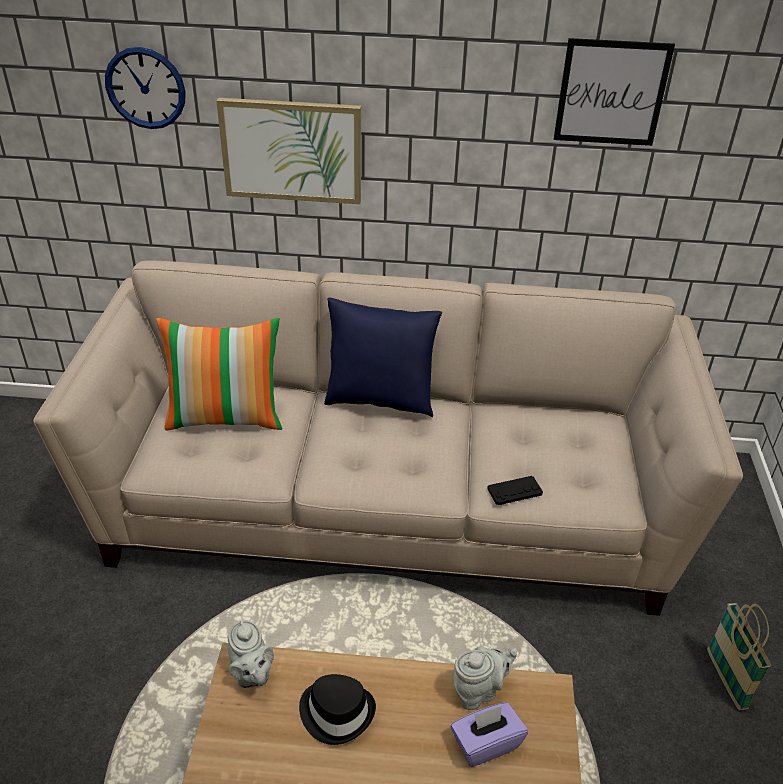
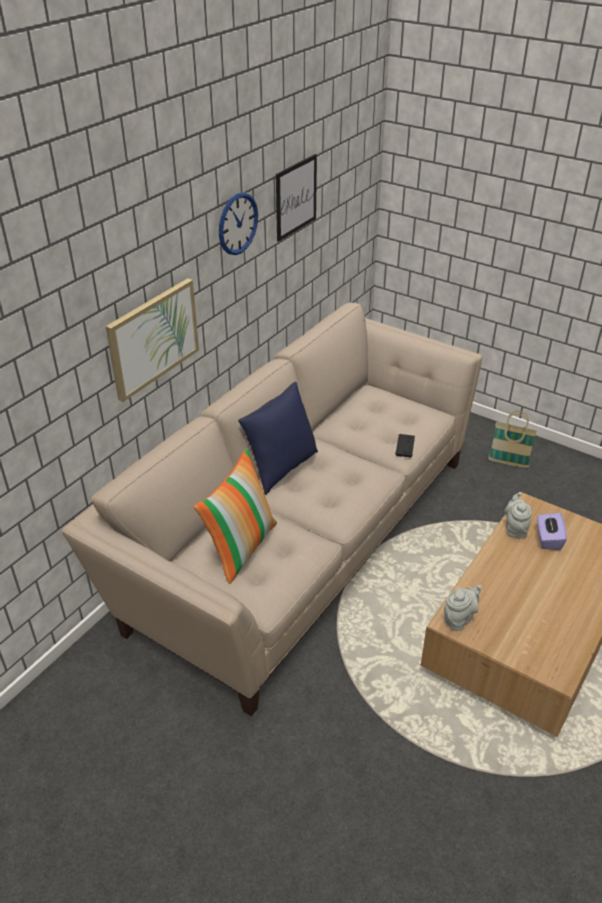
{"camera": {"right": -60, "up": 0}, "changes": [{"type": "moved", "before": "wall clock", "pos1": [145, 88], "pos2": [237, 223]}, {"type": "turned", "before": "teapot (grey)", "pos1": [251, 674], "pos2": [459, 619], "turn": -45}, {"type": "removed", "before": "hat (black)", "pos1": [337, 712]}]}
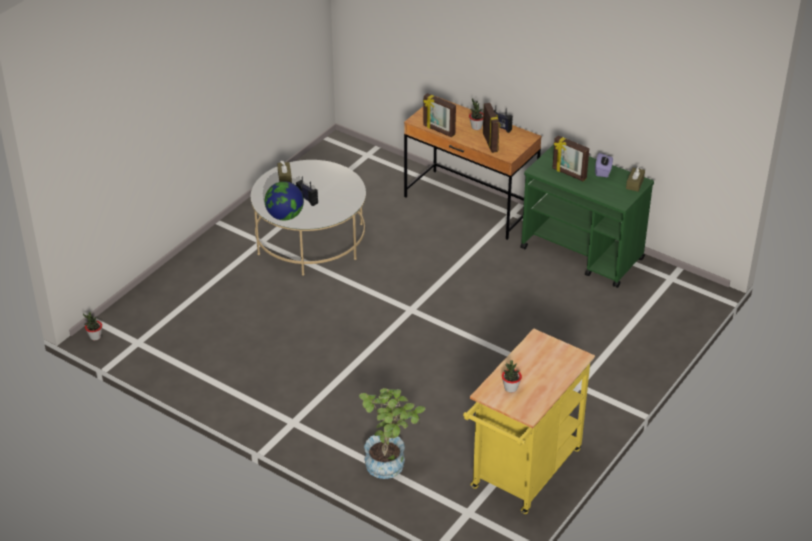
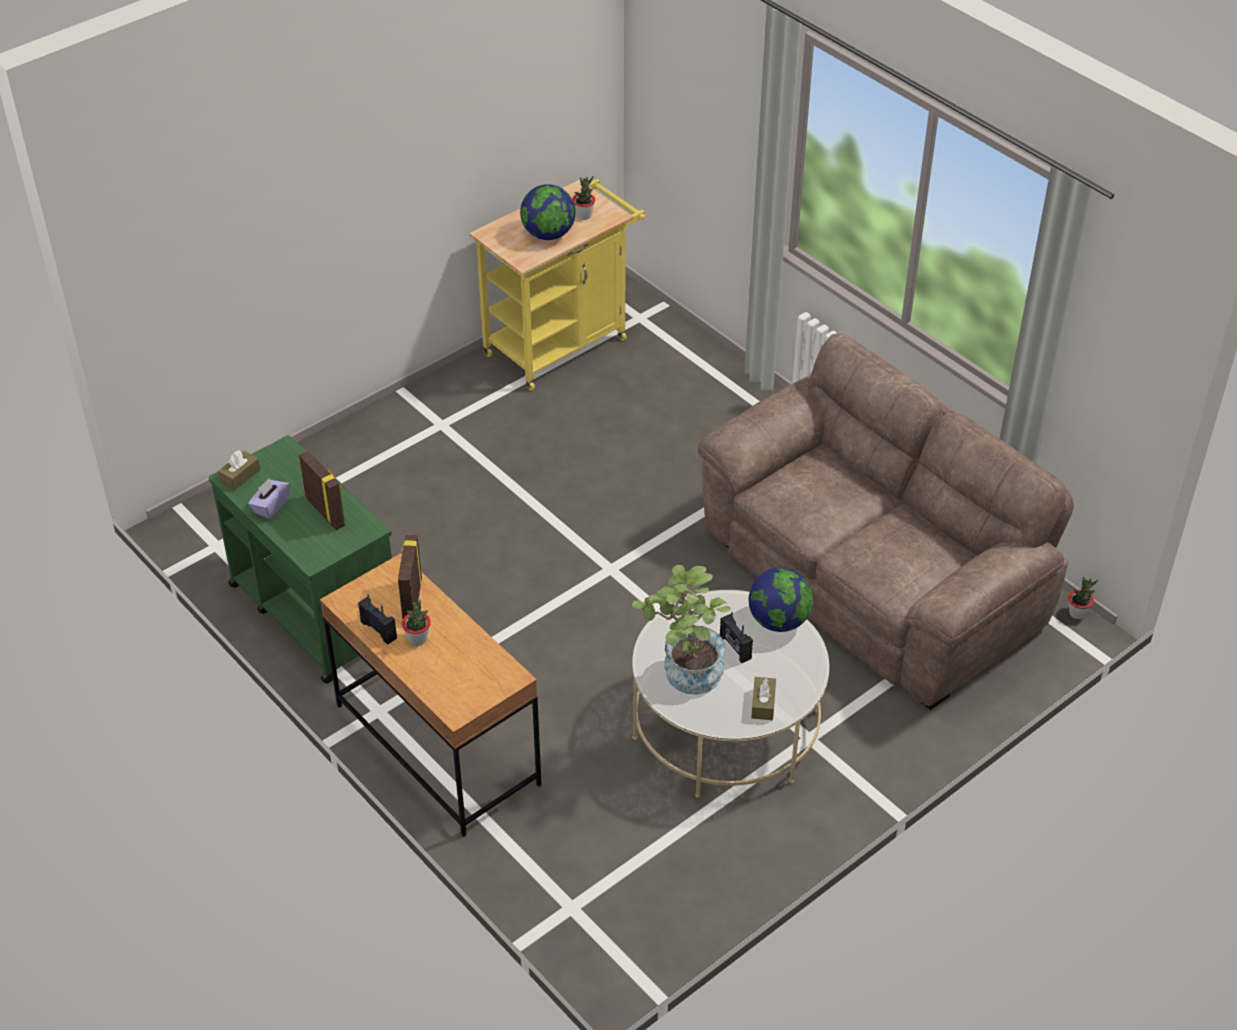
{"camera": {"right": -165, "up": 5}, "changes": [{"type": "moved", "before": "potted plant", "pos1": [390, 462], "pos2": [684, 675]}, {"type": "removed", "before": "picture frame", "pos1": [438, 130]}, {"type": "added", "after": "globe", "pos2": [548, 234]}, {"type": "added", "after": "sofa (brown)", "pos2": [874, 577]}]}
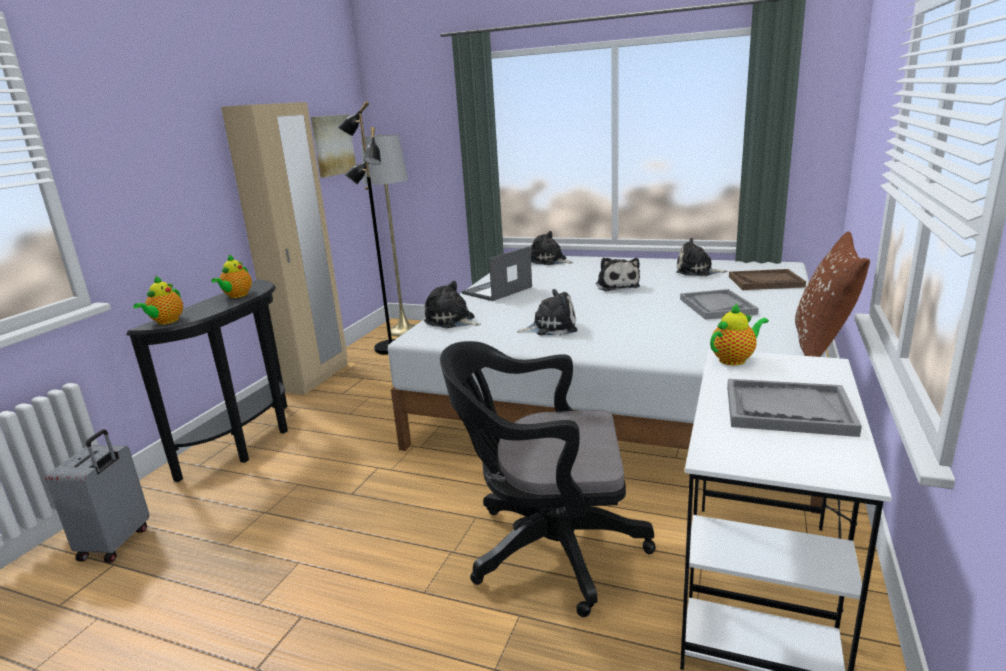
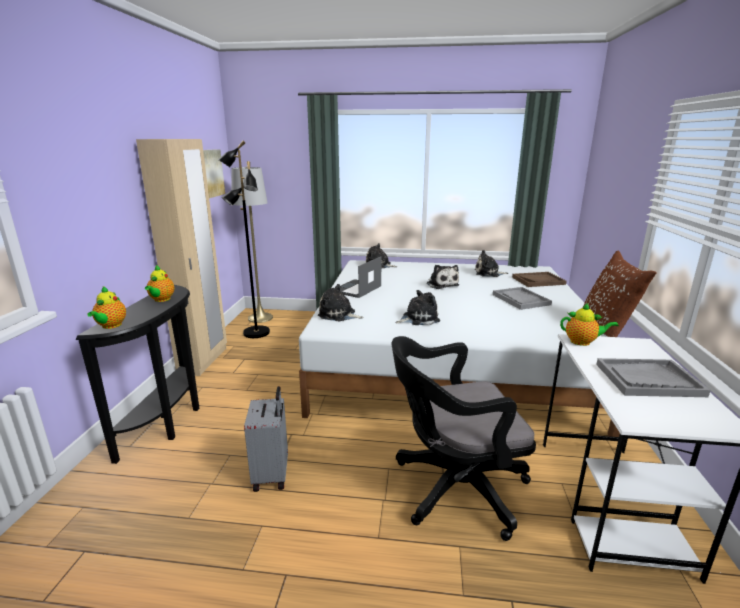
{"camera": {"right": -15, "up": 0}, "changes": [{"type": "moved", "before": "suitcase (grey)", "pos1": [116, 543], "pos2": [272, 475]}, {"type": "turned", "before": "teapot", "pos1": [734, 359], "pos2": [582, 342], "turn": 60}]}
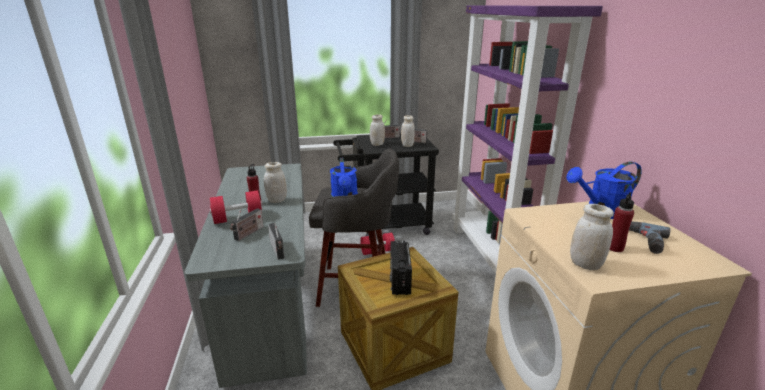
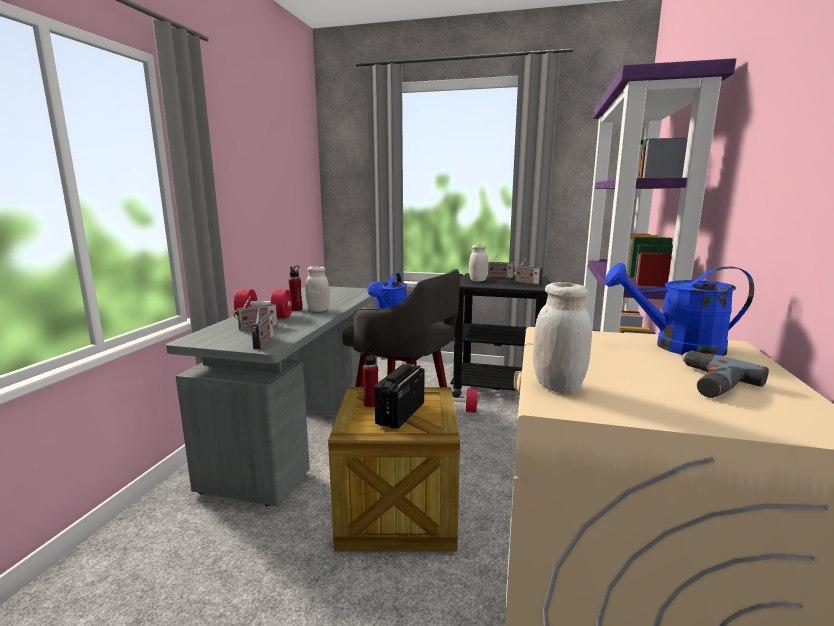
{"camera": {"right": 25, "up": -10}, "changes": [{"type": "removed", "before": "jar (white)", "pos1": [407, 145]}, {"type": "moved", "before": "bottle (red)", "pos1": [614, 248], "pos2": [371, 404]}]}
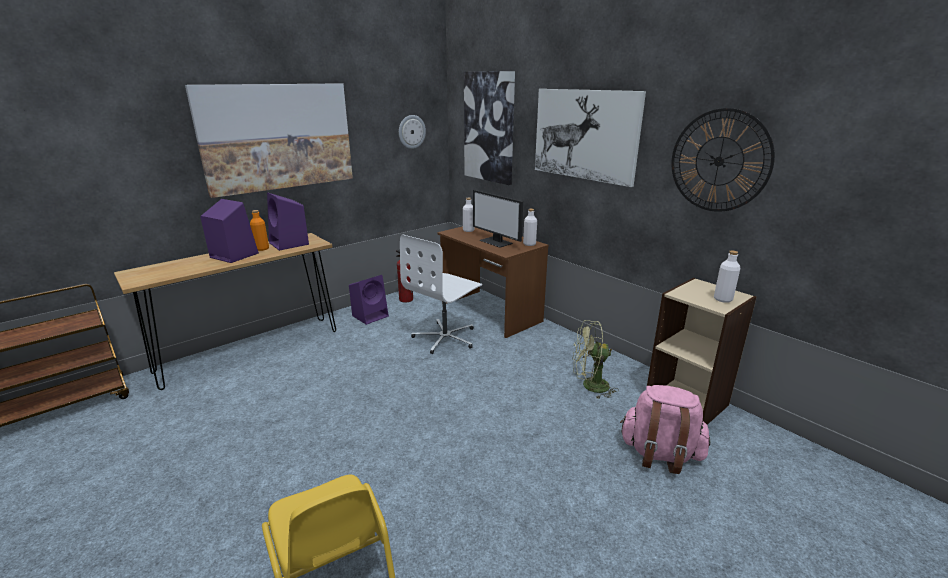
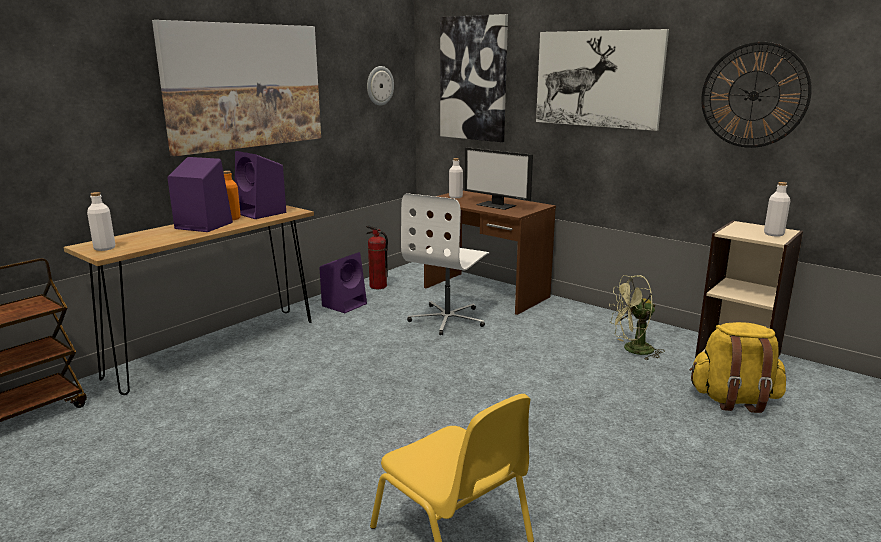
{"camera": {"right": -10, "up": -5}, "changes": [{"type": "moved", "before": "bottle (white)", "pos1": [529, 244], "pos2": [104, 248]}, {"type": "recoloured", "before": "backpack (pink)", "after": "backpack (yellow)", "pos1": [660, 454], "pos2": [734, 400]}]}
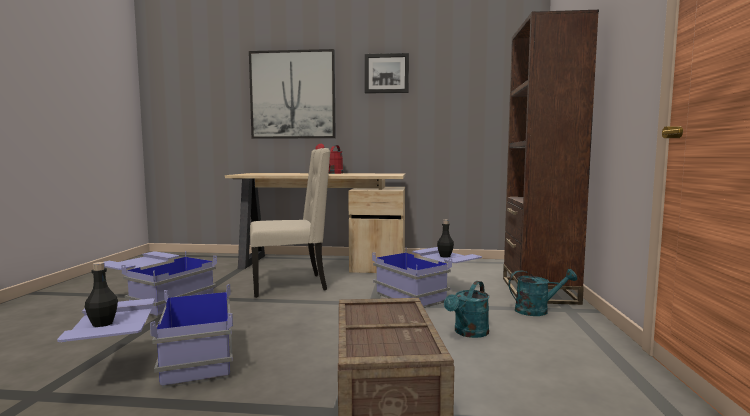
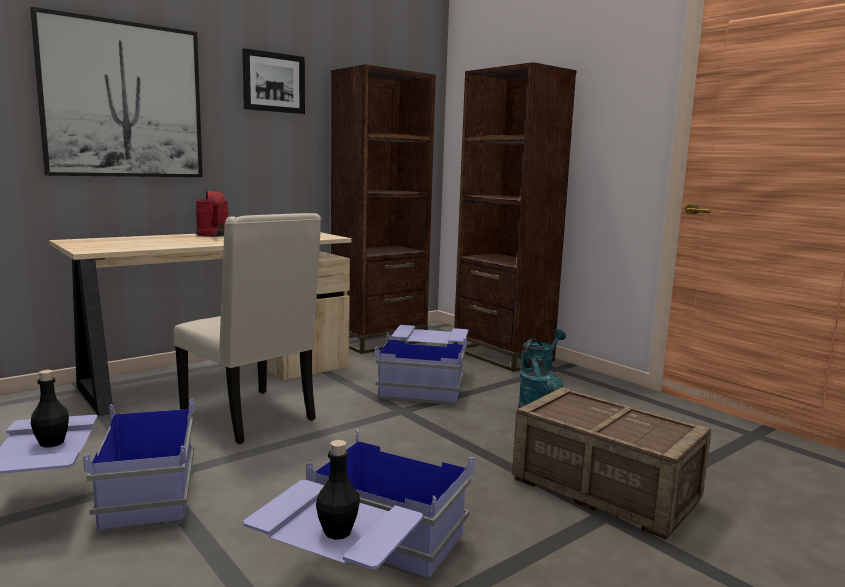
{"camera": {"right": -45, "up": 5}, "changes": [{"type": "turned", "before": "chair (beige)", "pos1": [290, 285], "pos2": [252, 417], "turn": 105}, {"type": "moved", "before": "bottle (black)", "pos1": [445, 256], "pos2": [52, 443]}, {"type": "added", "after": "bookcase (brown)", "pos2": [379, 340]}]}
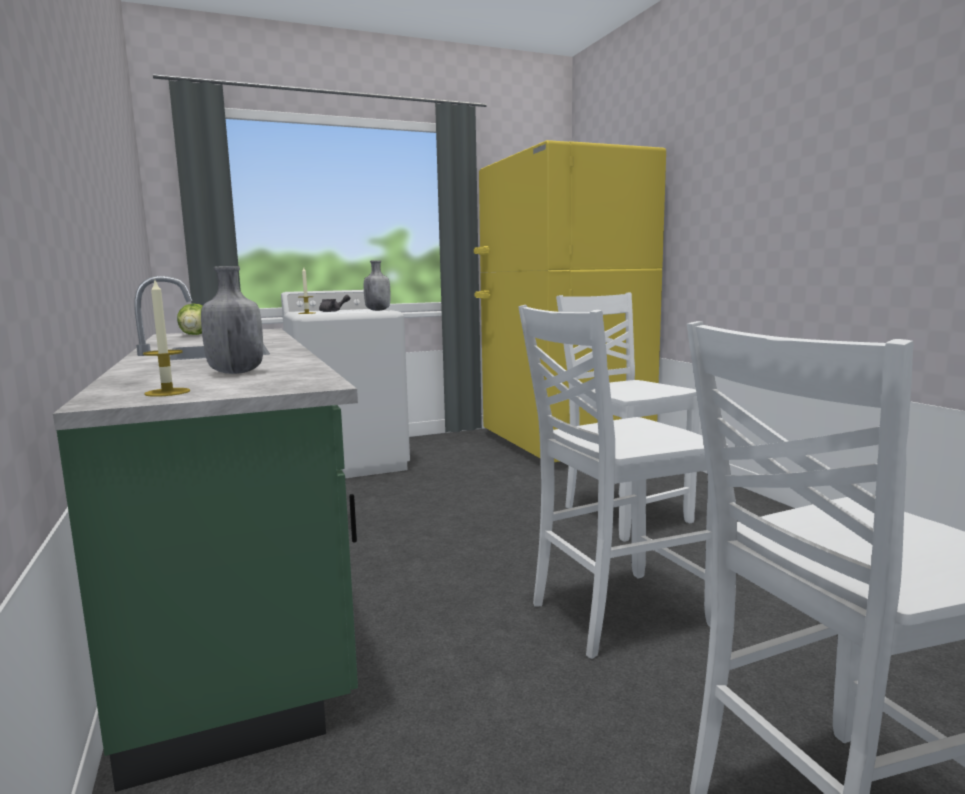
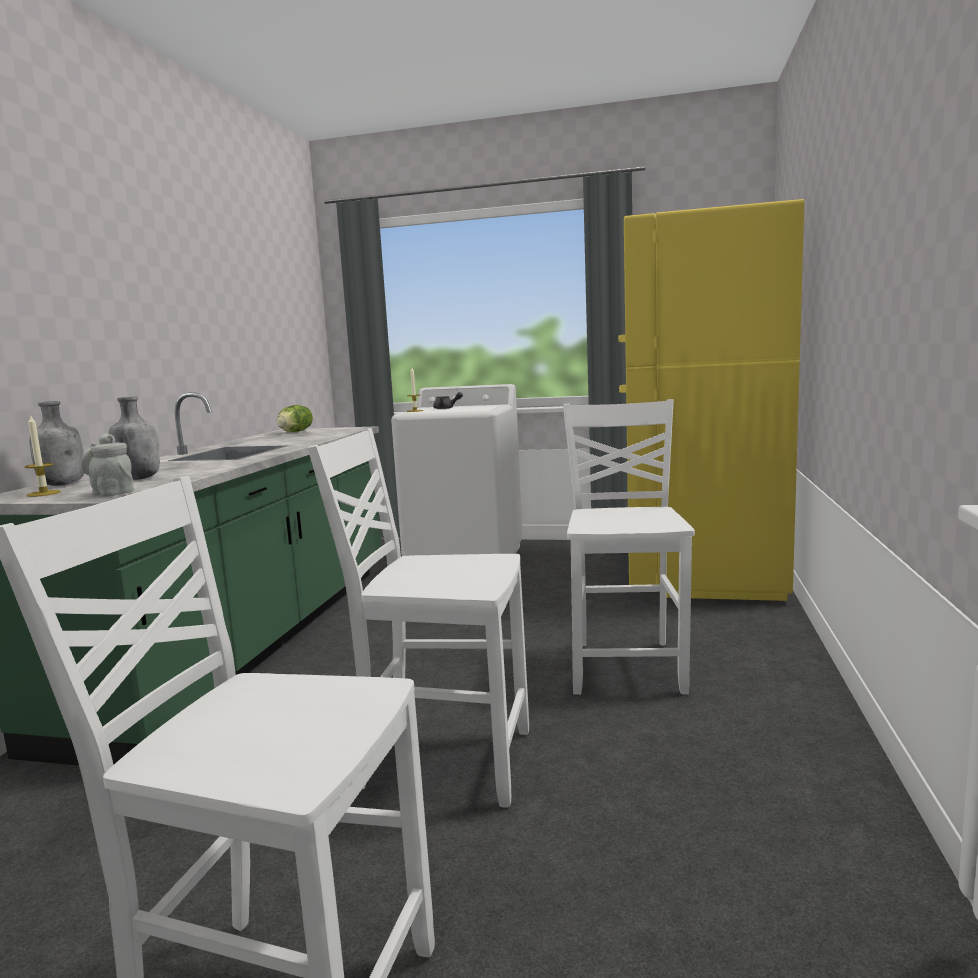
{"camera": {"right": 35, "up": 0}, "changes": [{"type": "moved", "before": "bottle (grey)", "pos1": [378, 310], "pos2": [63, 484]}, {"type": "added", "after": "teapot (grey)", "pos2": [111, 493]}]}
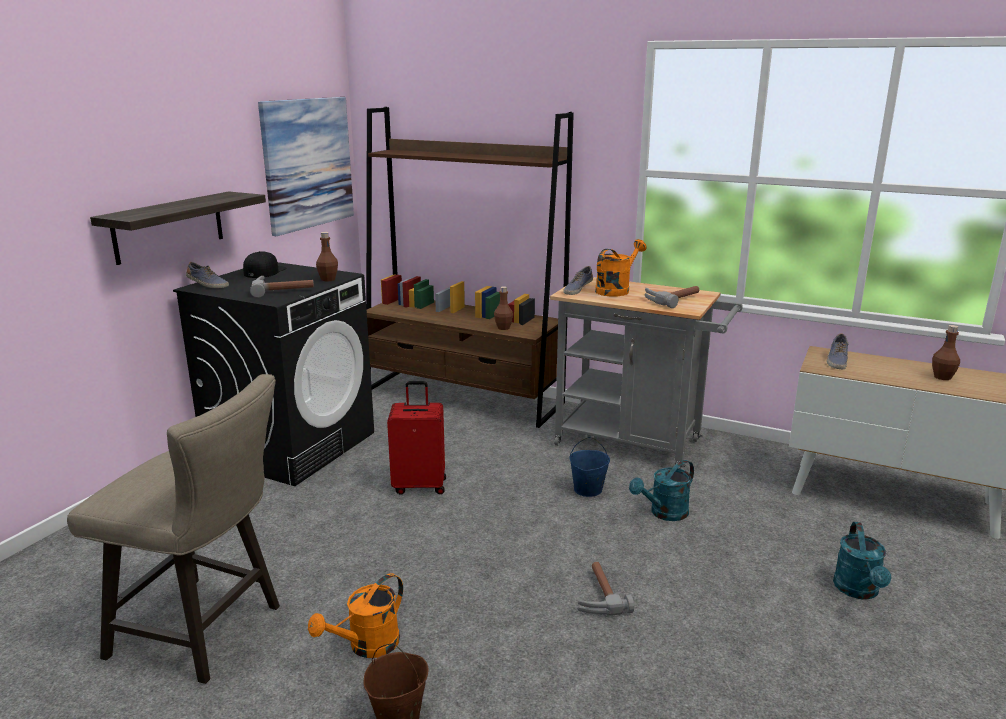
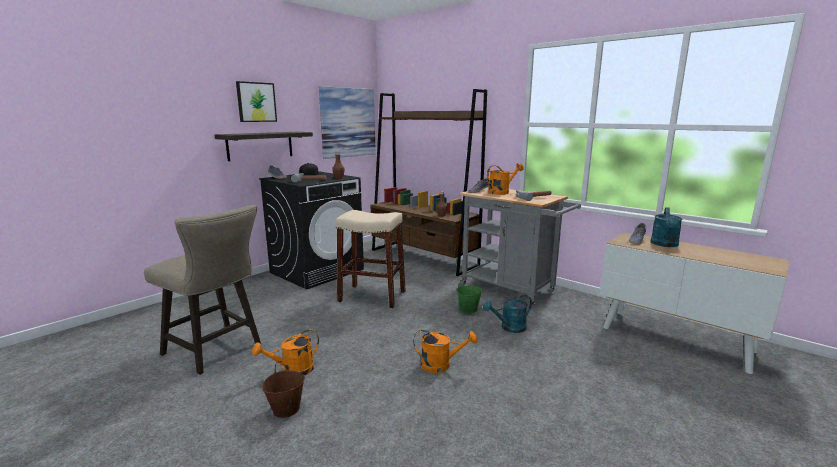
{"camera": {"right": 15, "up": -5}, "changes": [{"type": "replaced", "before": "suitcase (red)", "after": "stool (beige)", "pos1": [420, 485], "pos2": [372, 296]}, {"type": "recoloured", "before": "bucket (blue)", "after": "bucket (green)", "pos1": [588, 490], "pos2": [468, 310]}, {"type": "replaced", "before": "hammer", "after": "watering can (orange)", "pos1": [596, 595], "pos2": [441, 365]}, {"type": "moved", "before": "watering can (turquoise)", "pos1": [858, 591], "pos2": [665, 244]}, {"type": "removed", "before": "bottle (brown)", "pos1": [942, 377]}, {"type": "added", "after": "picture", "pos2": [256, 102]}]}
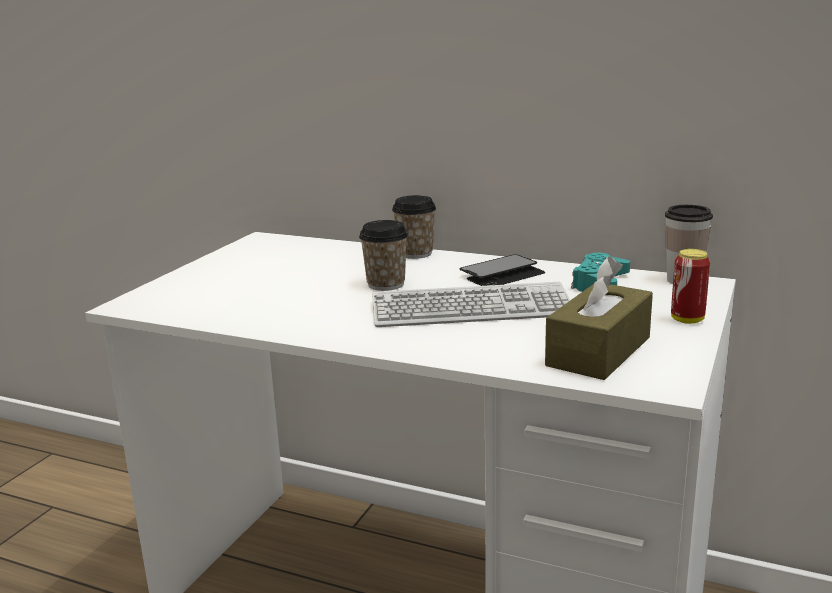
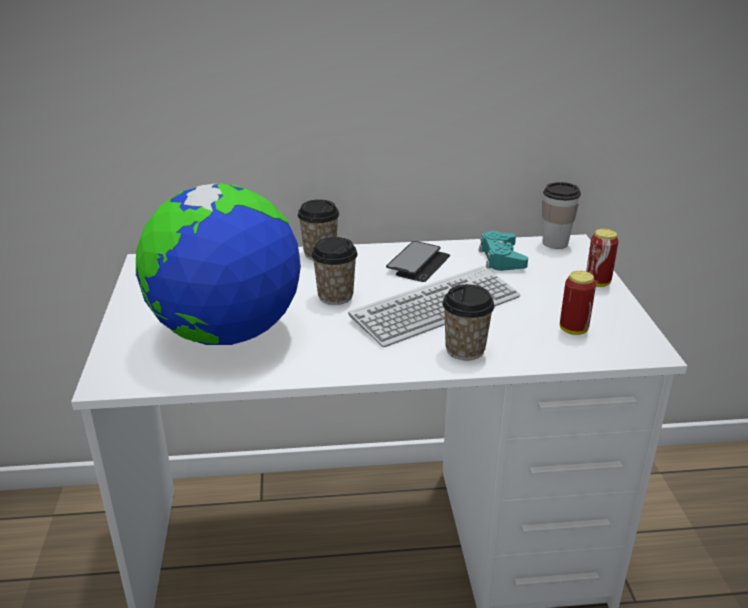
{"camera": {"right": -30, "up": 10}, "changes": [{"type": "replaced", "before": "tissue box (brown)", "after": "can", "pos1": [598, 351], "pos2": [573, 330]}, {"type": "added", "after": "globe", "pos2": [227, 333]}, {"type": "added", "after": "cup", "pos2": [465, 350]}]}
